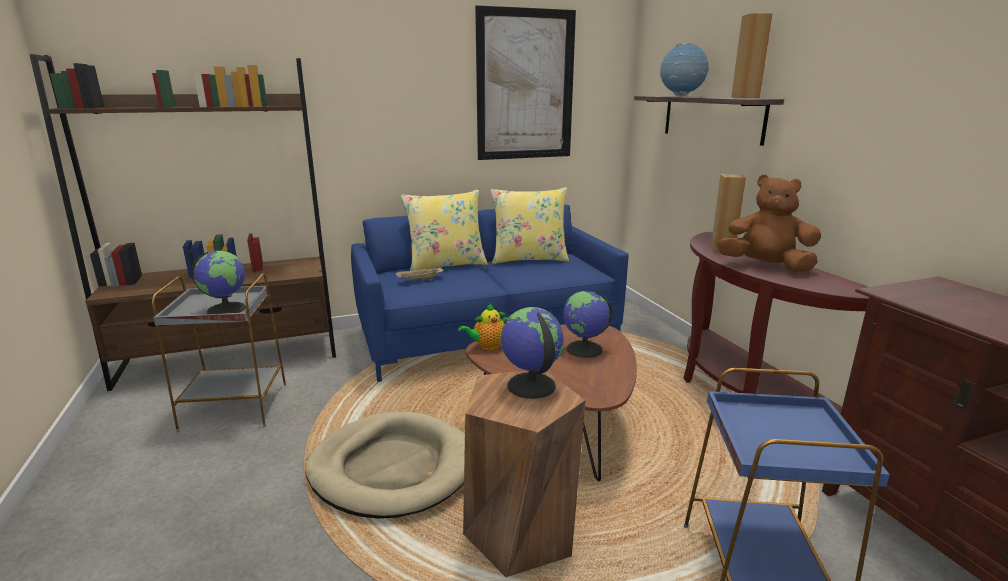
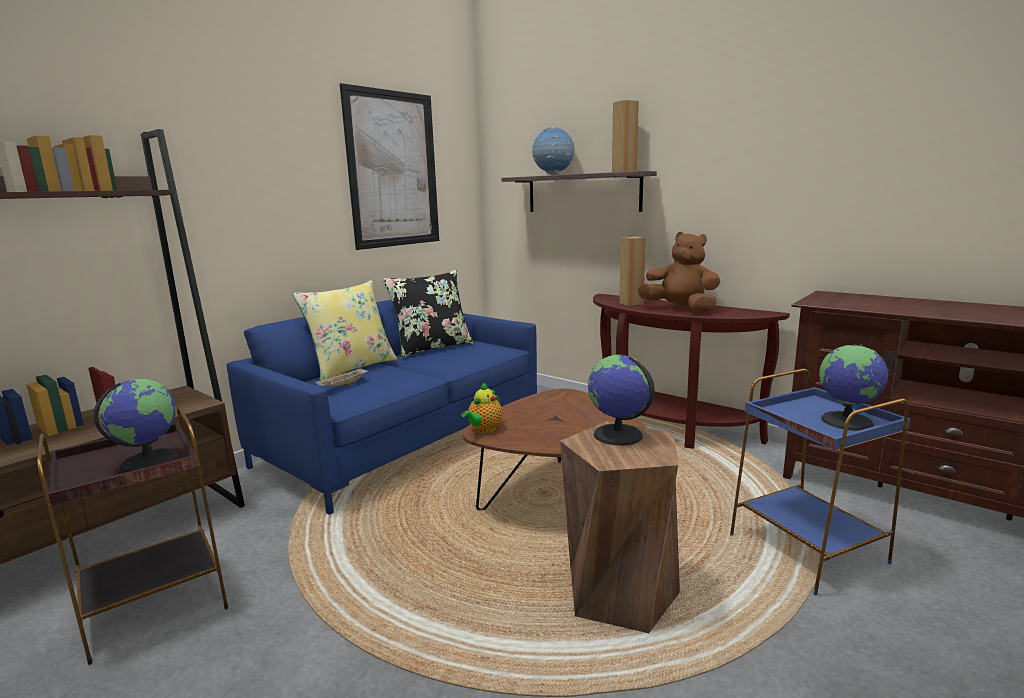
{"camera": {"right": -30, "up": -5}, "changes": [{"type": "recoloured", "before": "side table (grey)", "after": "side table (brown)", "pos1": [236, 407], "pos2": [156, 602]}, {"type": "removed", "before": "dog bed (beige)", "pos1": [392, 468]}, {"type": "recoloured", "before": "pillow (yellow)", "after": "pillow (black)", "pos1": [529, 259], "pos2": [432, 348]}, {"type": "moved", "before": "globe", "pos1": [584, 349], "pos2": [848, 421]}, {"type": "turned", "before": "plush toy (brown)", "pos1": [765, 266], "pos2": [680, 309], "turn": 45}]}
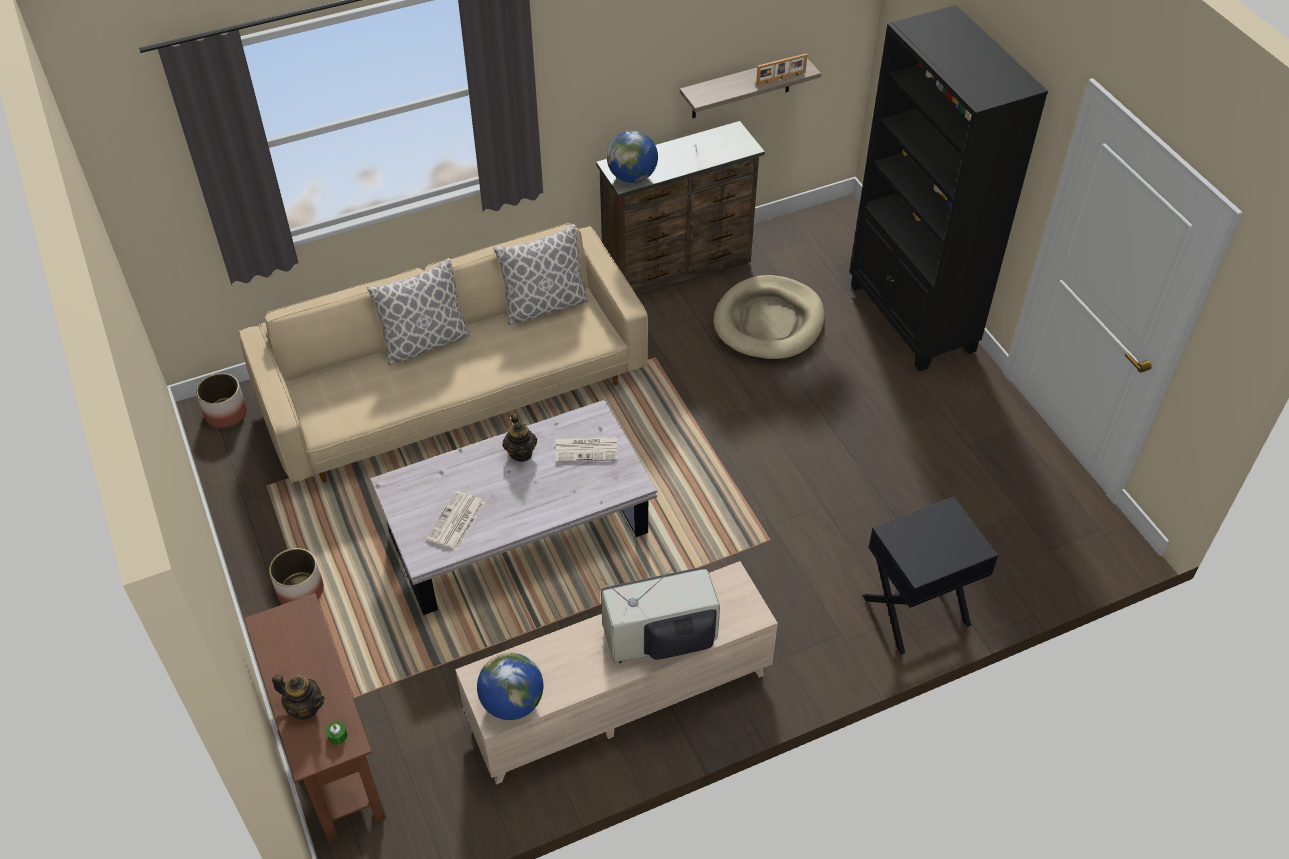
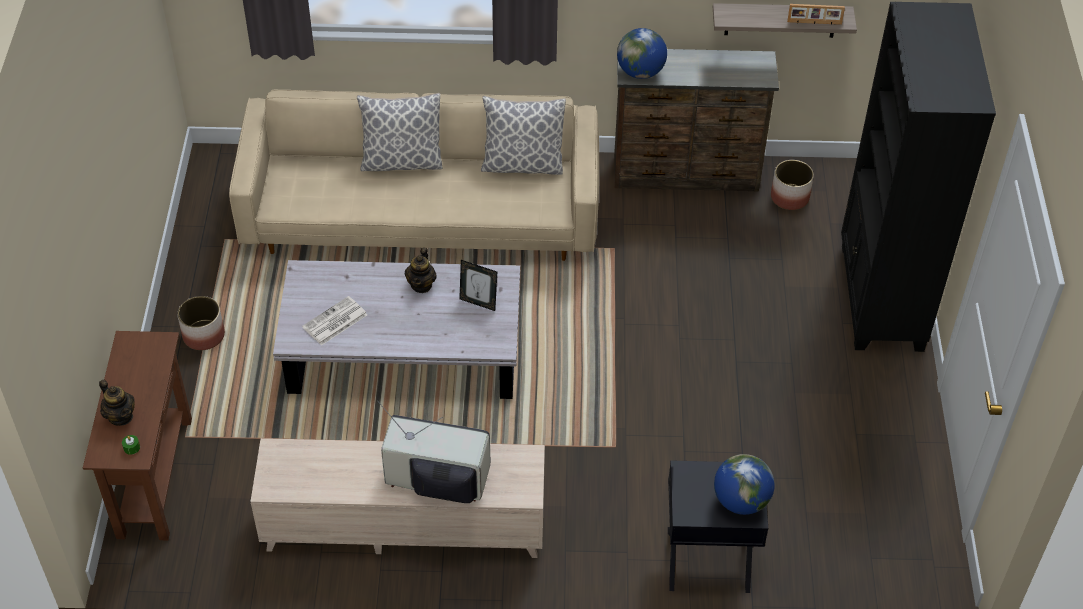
{"camera": {"right": 25, "up": 0}, "changes": [{"type": "moved", "before": "planter", "pos1": [226, 413], "pos2": [789, 197]}, {"type": "moved", "before": "globe", "pos1": [512, 702], "pos2": [741, 501]}, {"type": "replaced", "before": "newspaper", "after": "picture frame", "pos1": [587, 449], "pos2": [478, 302]}, {"type": "removed", "before": "dog bed (beige)", "pos1": [769, 322]}]}
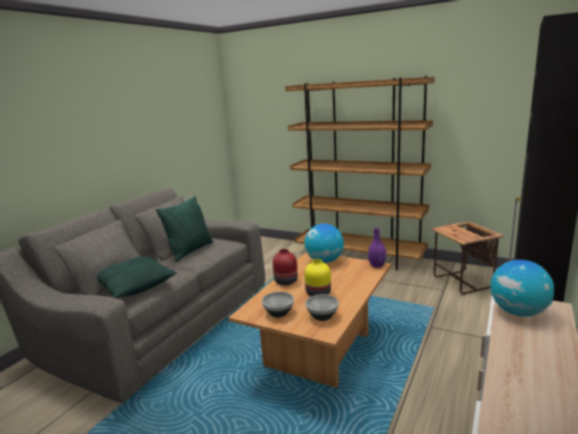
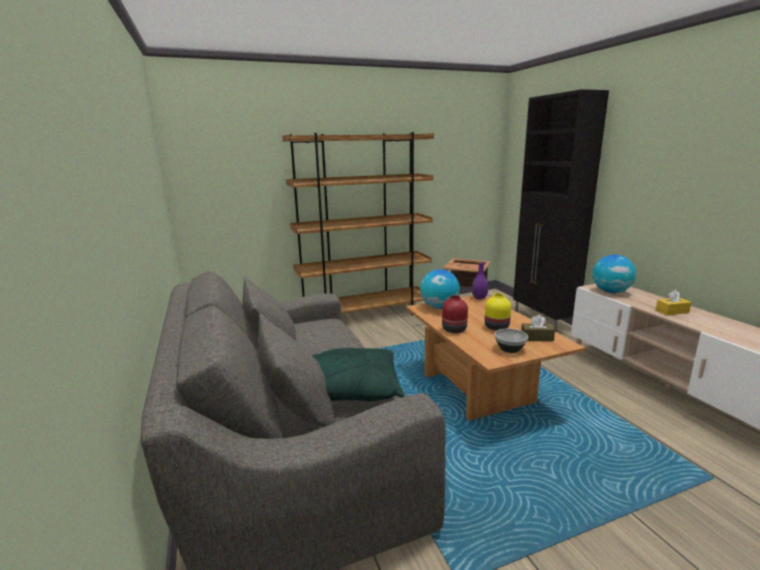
{"camera": {"right": -50, "up": 0}, "changes": [{"type": "removed", "before": "pillow (green)", "pos1": [190, 251]}, {"type": "replaced", "before": "bowl", "after": "tissue box (brown)", "pos1": [322, 316], "pos2": [537, 337]}, {"type": "added", "after": "tissue box (yellow)", "pos2": [672, 311]}]}
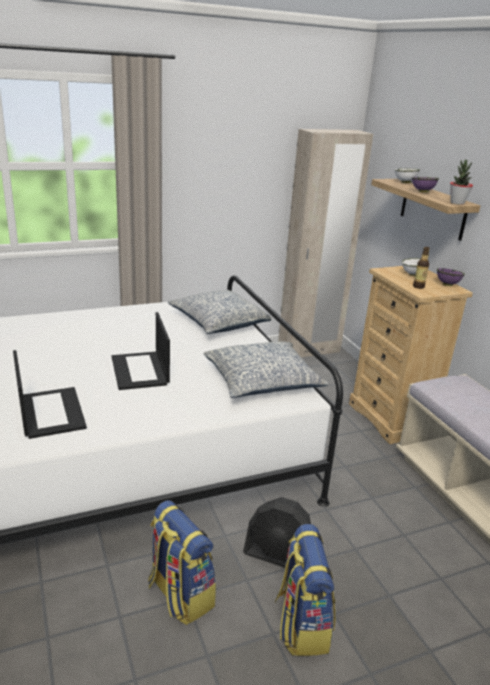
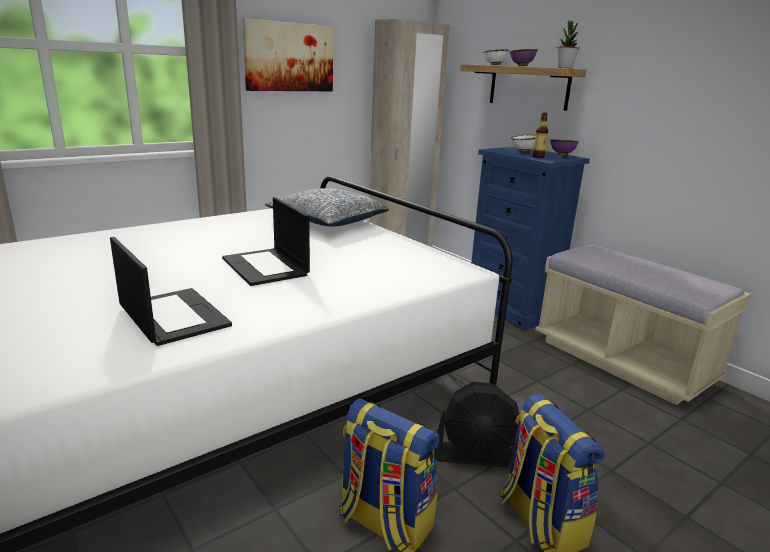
{"camera": {"right": -15, "up": -5}, "changes": [{"type": "removed", "before": "pillow", "pos1": [262, 382]}, {"type": "recoloured", "before": "dresser (beige)", "after": "dresser (blue)", "pos1": [391, 418], "pos2": [512, 309]}, {"type": "added", "after": "picture", "pos2": [289, 57]}]}
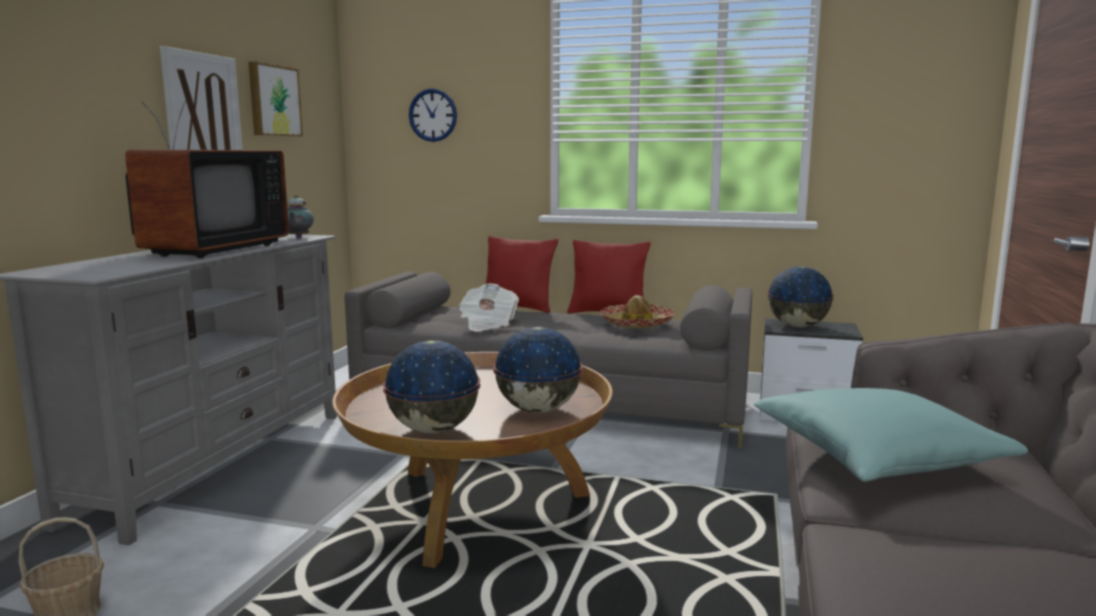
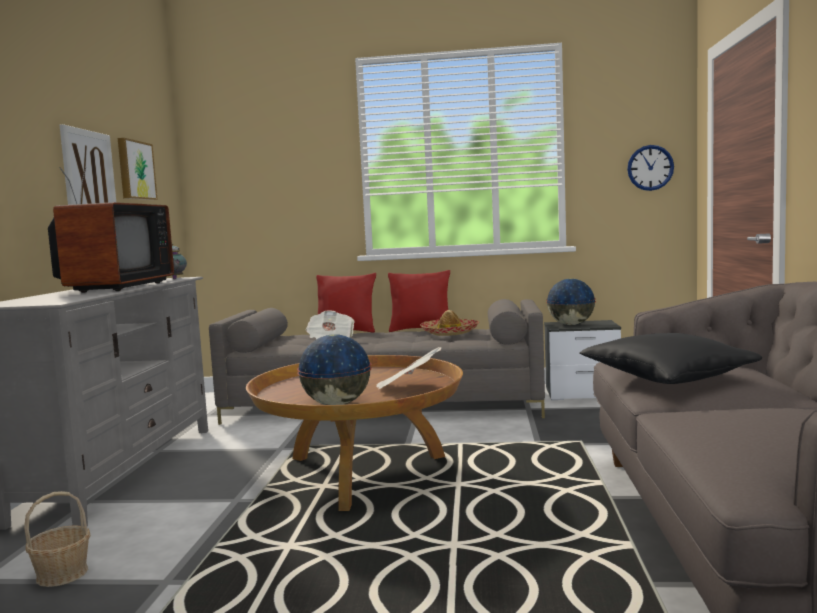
{"camera": {"right": -10, "up": -5}, "changes": [{"type": "moved", "before": "wall clock", "pos1": [433, 115], "pos2": [650, 168]}, {"type": "replaced", "before": "globe", "after": "newspaper", "pos1": [537, 410], "pos2": [407, 387]}, {"type": "recoloured", "before": "pillow (turquoise)", "after": "pillow (black)", "pos1": [876, 458], "pos2": [667, 378]}]}
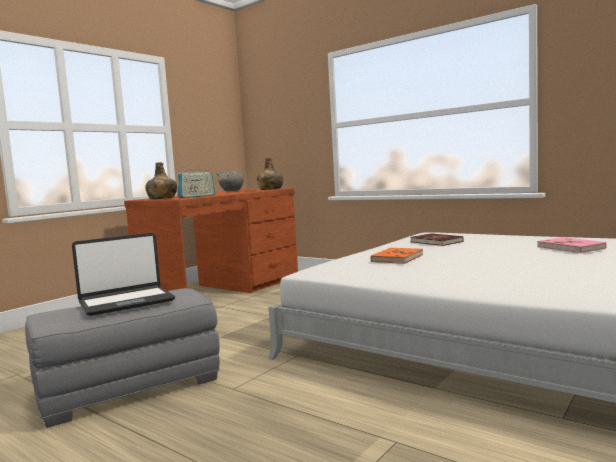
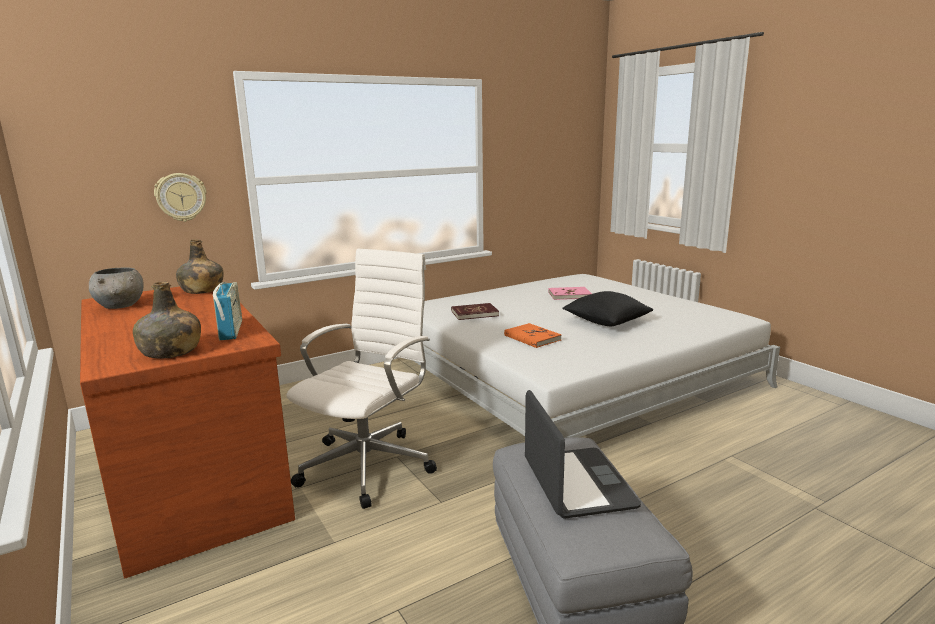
{"camera": {"right": -70, "up": 10}, "changes": [{"type": "added", "after": "wall clock", "pos2": [181, 197]}, {"type": "added", "after": "office chair (white)", "pos2": [369, 464]}, {"type": "added", "after": "pillow (black)", "pos2": [606, 322]}]}
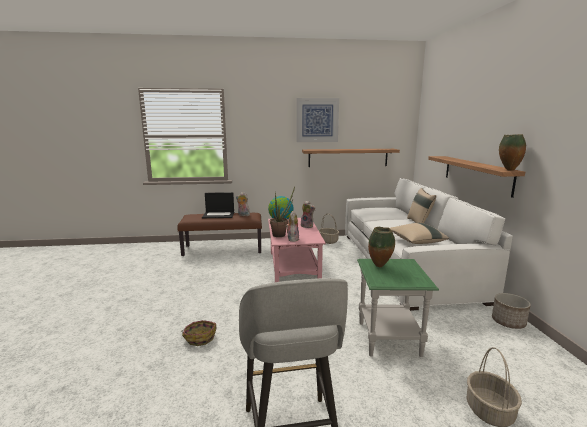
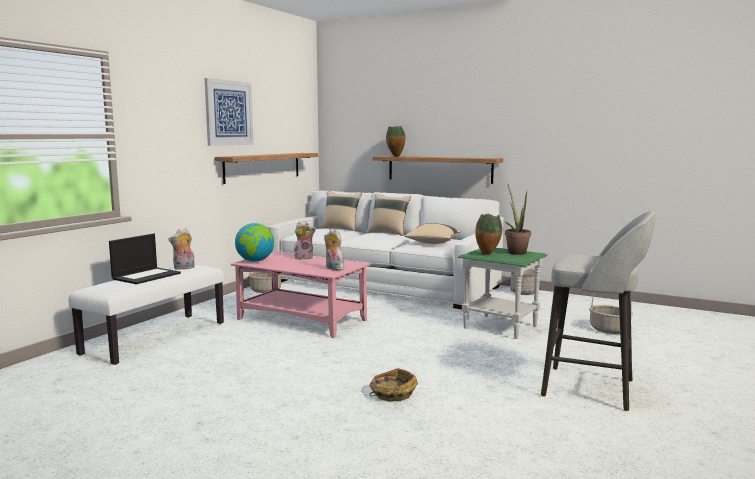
{"camera": {"right": -55, "up": -5}, "changes": [{"type": "recoloured", "before": "bench (brown)", "after": "bench (white)", "pos1": [223, 249], "pos2": [155, 337]}, {"type": "moved", "before": "potted plant", "pos1": [281, 234], "pos2": [515, 252]}, {"type": "moved", "before": "vase", "pos1": [508, 170], "pos2": [395, 156]}, {"type": "added", "after": "pillow (beige)", "pos2": [341, 228]}]}
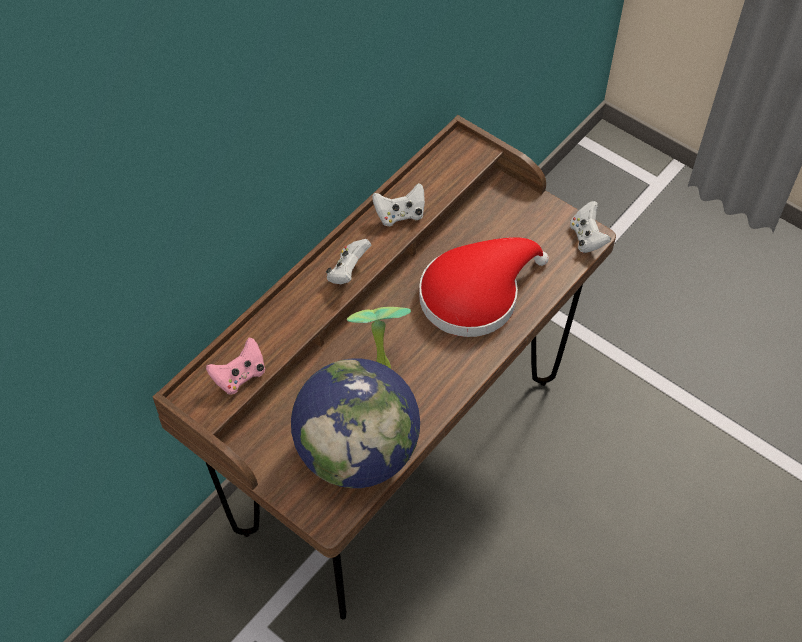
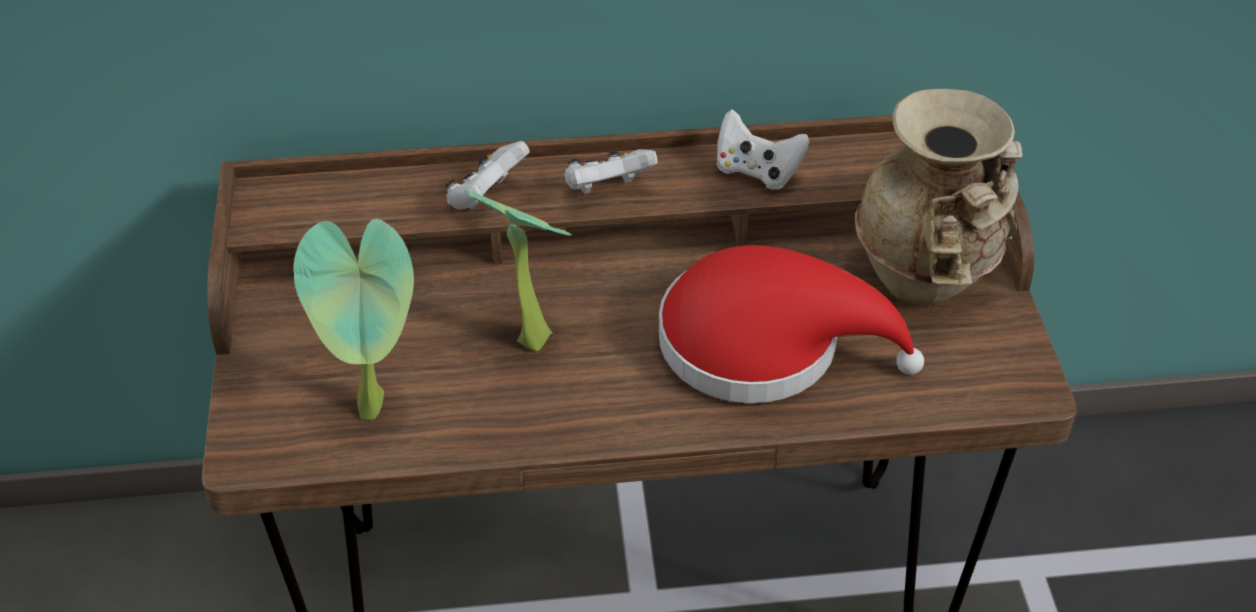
{"camera": {"right": 45, "up": -10}, "changes": [{"type": "removed", "before": "game controller (pink)", "pos1": [240, 376]}, {"type": "replaced", "before": "globe", "after": "potted plant", "pos1": [357, 453], "pos2": [377, 409]}, {"type": "moved", "before": "game controller (white)", "pos1": [587, 238], "pos2": [487, 196]}, {"type": "added", "after": "vase (beige)", "pos2": [927, 280]}]}
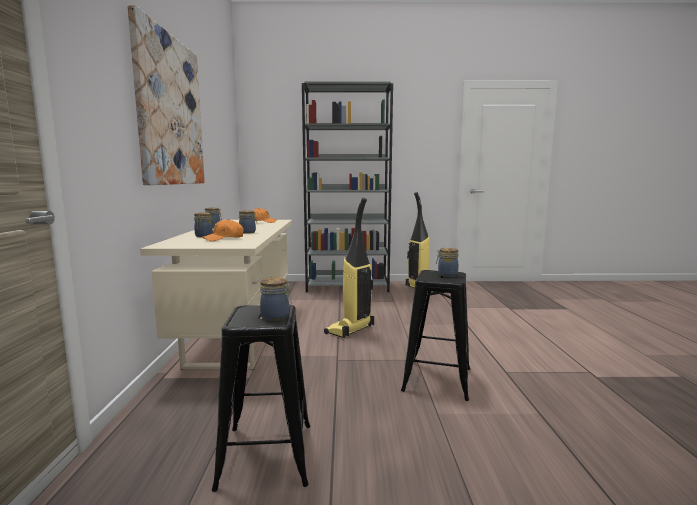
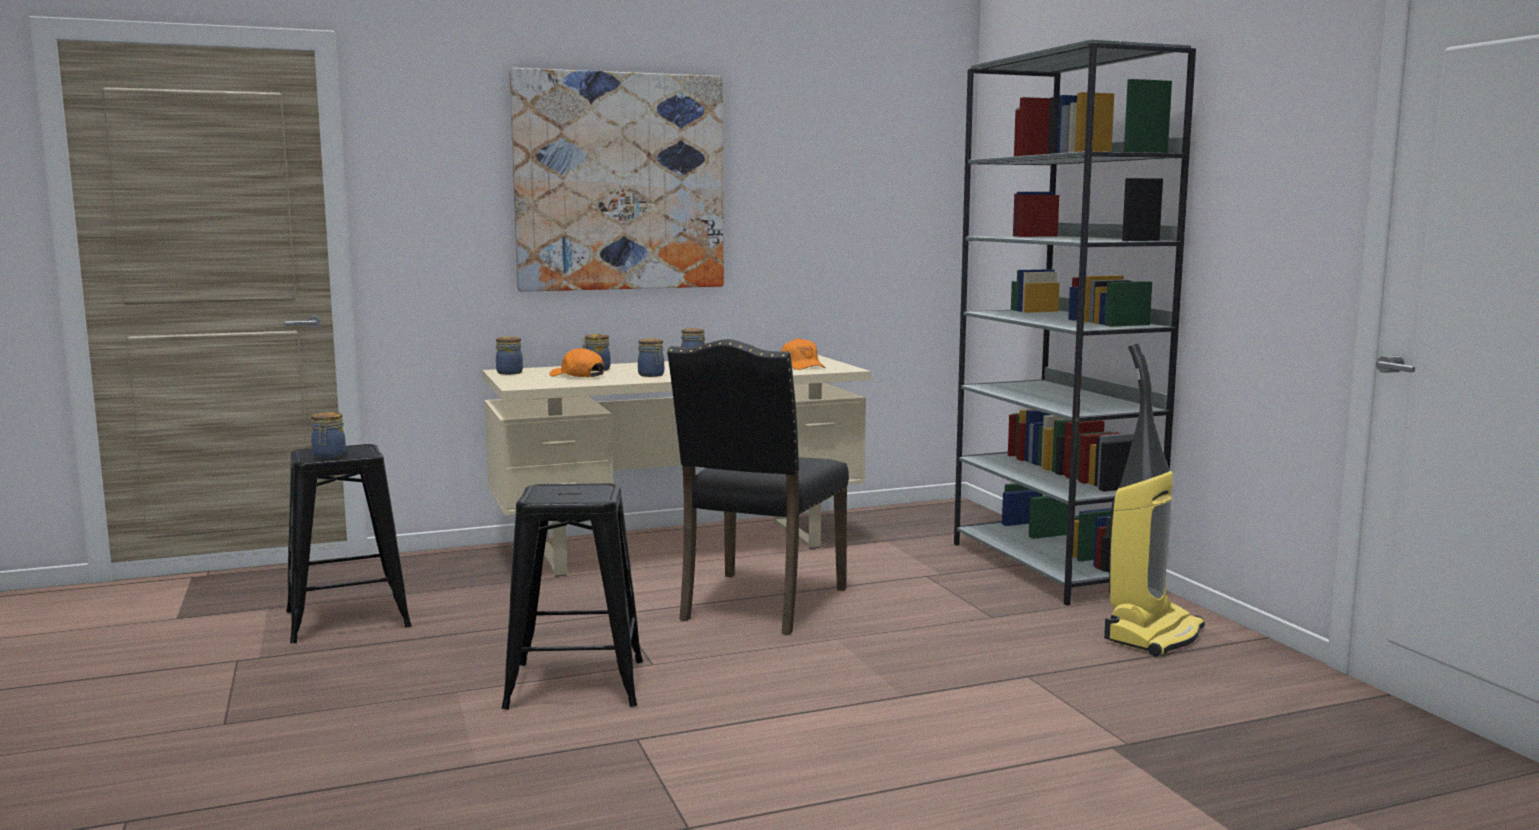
{"camera": {"right": 70, "up": 0}, "changes": [{"type": "replaced", "before": "vacuum cleaner", "after": "chair (black)", "pos1": [350, 330], "pos2": [759, 604]}, {"type": "moved", "before": "jar", "pos1": [446, 274], "pos2": [510, 373]}]}
